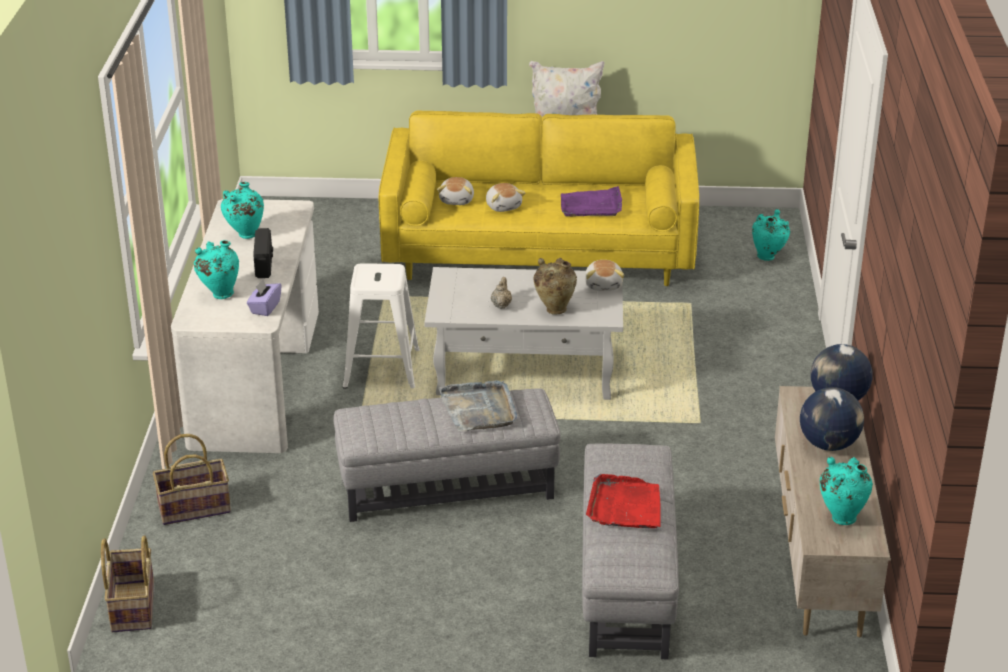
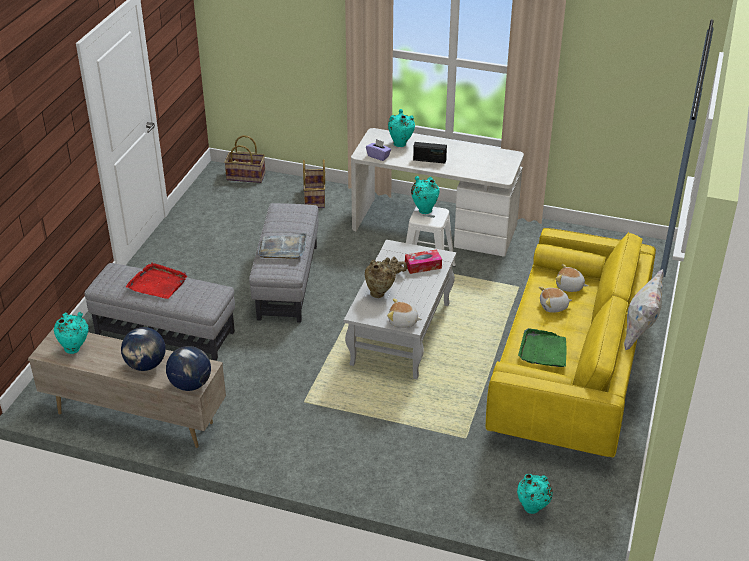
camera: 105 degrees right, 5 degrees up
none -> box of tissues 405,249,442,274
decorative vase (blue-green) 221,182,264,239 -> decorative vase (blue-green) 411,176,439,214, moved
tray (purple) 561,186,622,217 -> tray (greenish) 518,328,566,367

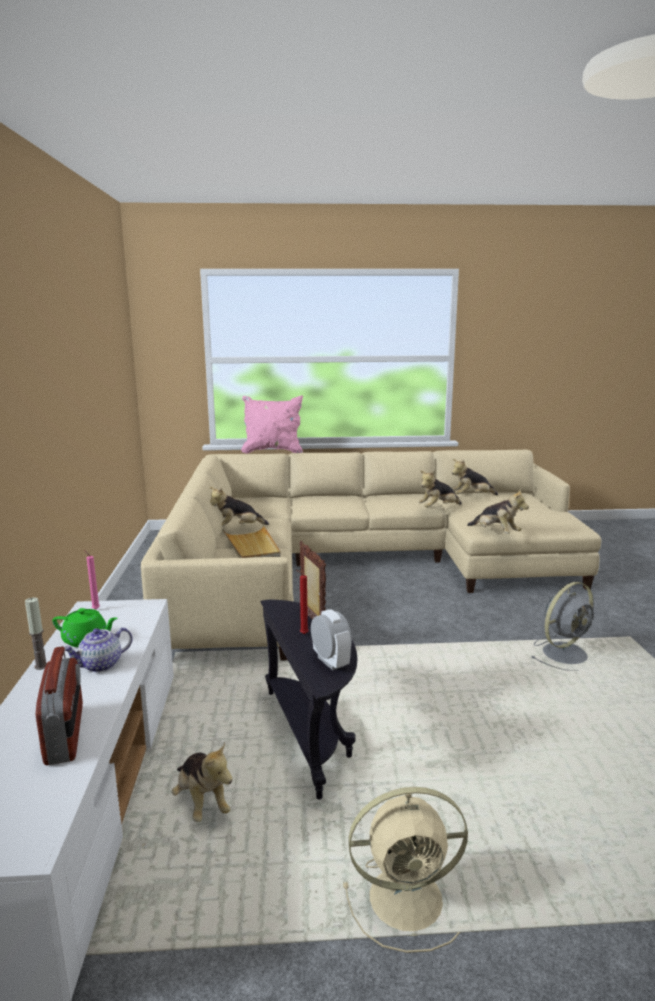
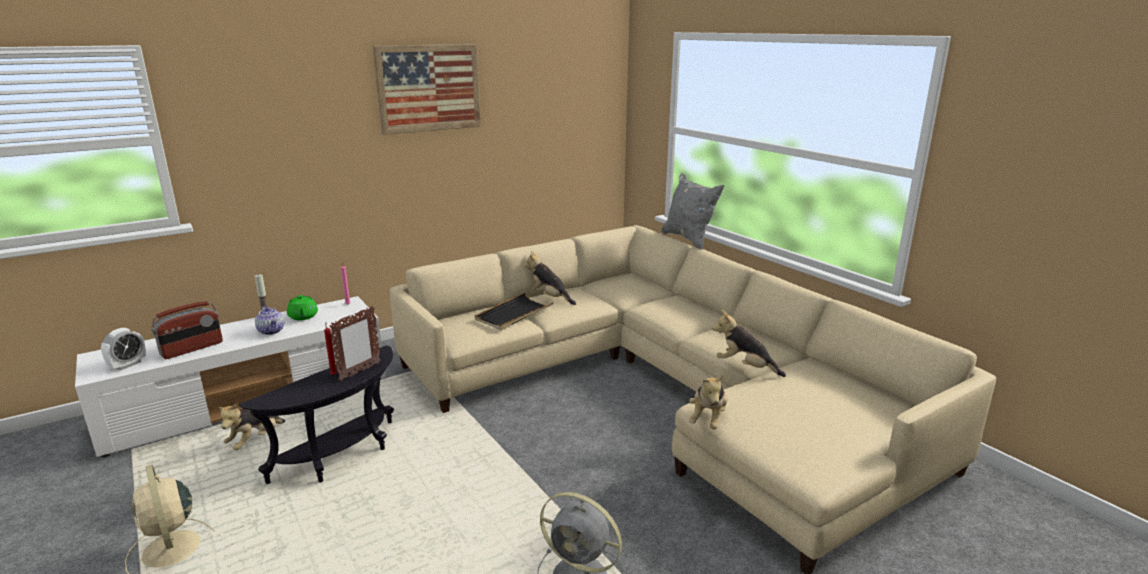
camera: 60 degrees right, 5 degrees up
cuddly toy 451,459,498,495 -> none
none -> wall art 373,44,481,135
table clock 311,609,352,670 -> table clock 101,328,146,370, moved
tray (sand-coloured) 223,525,281,558 -> tray (blackish) 475,293,554,330
pillow (pink) 241,395,303,454 -> pillow (grey) 661,173,724,250
tea pot 64,628,133,672 -> tea pot 255,306,284,335, 150 degrees counterclockwise

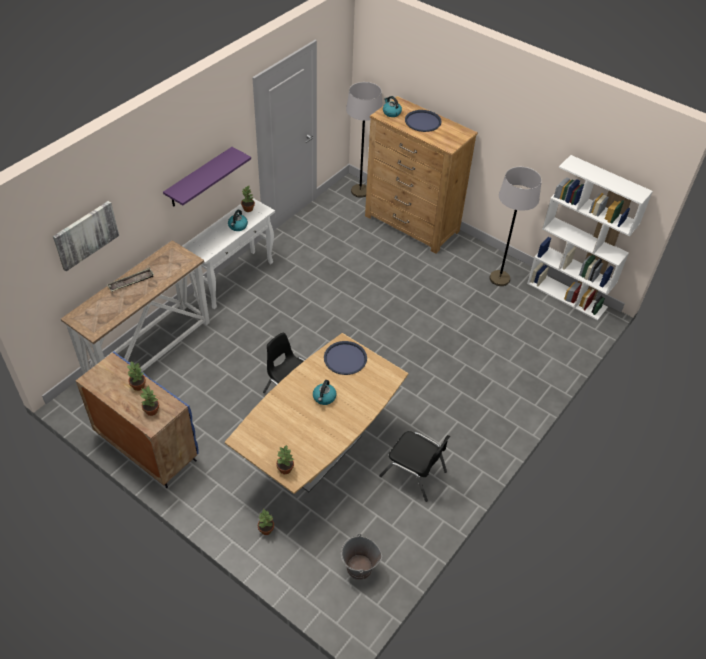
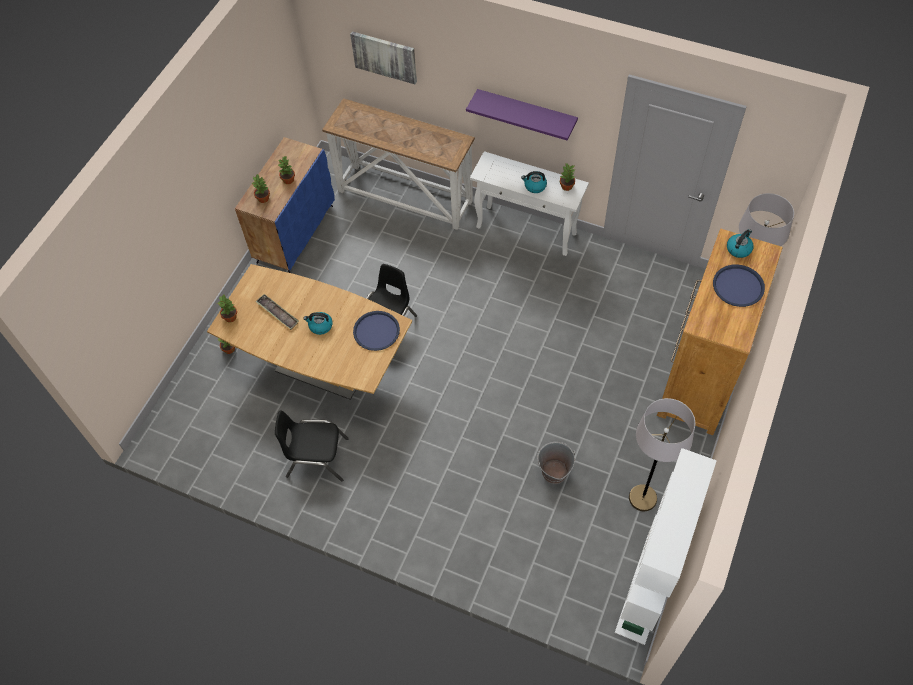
camera: 80 degrees right, 10 degrees up
tray 107,268,154,292 -> tray 255,294,299,330, moved
water bucket (grey) 341,534,382,580 -> water bucket (grey) 537,442,575,484, moved
chair (blackish) 379,431,450,502 -> chair (blackish) 275,411,349,481, 75 degrees clockwise

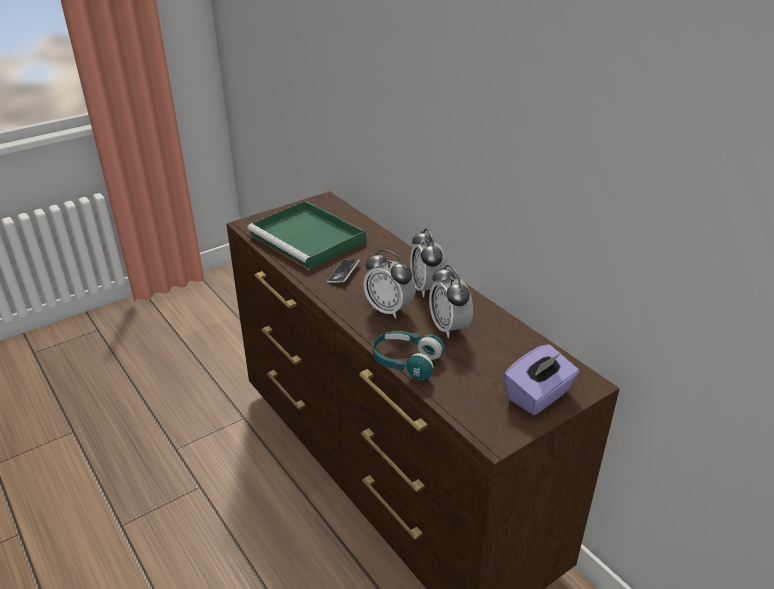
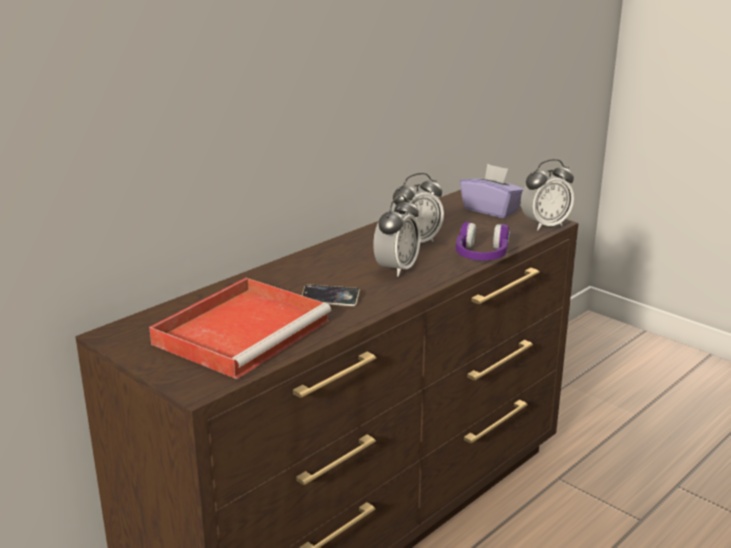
camera: 100 degrees left, 10 degrees down
table clock 410,229,446,297 -> table clock 521,159,574,230, moved
tray (greenish) 247,201,366,270 -> tray (red) 149,278,331,379
headset (blue-green) 373,331,445,380 -> headset (purple) 456,222,510,261

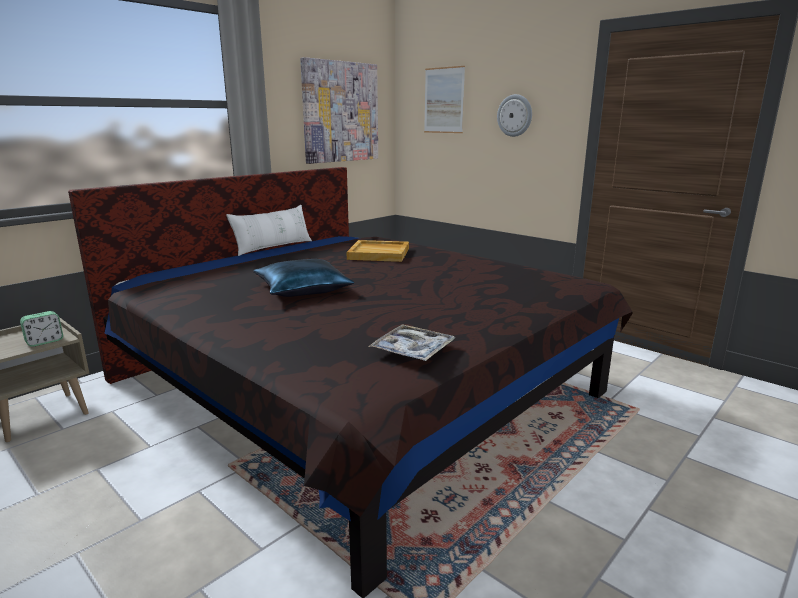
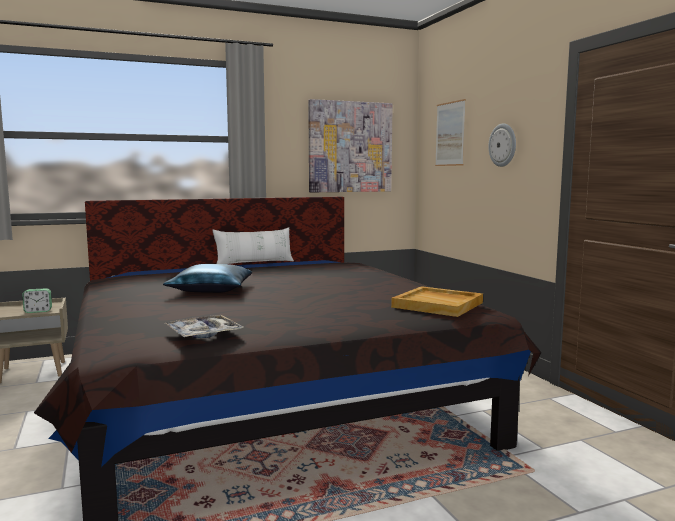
camera: 25 degrees right, 10 degrees down
tray (sand-coloured) 346,240,409,262 -> tray (sand-coloured) 391,286,483,317, moved

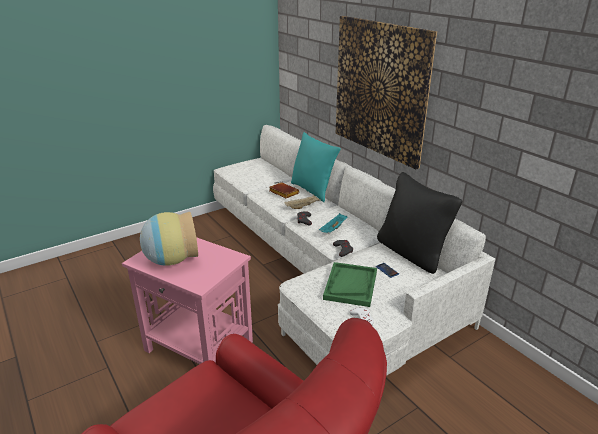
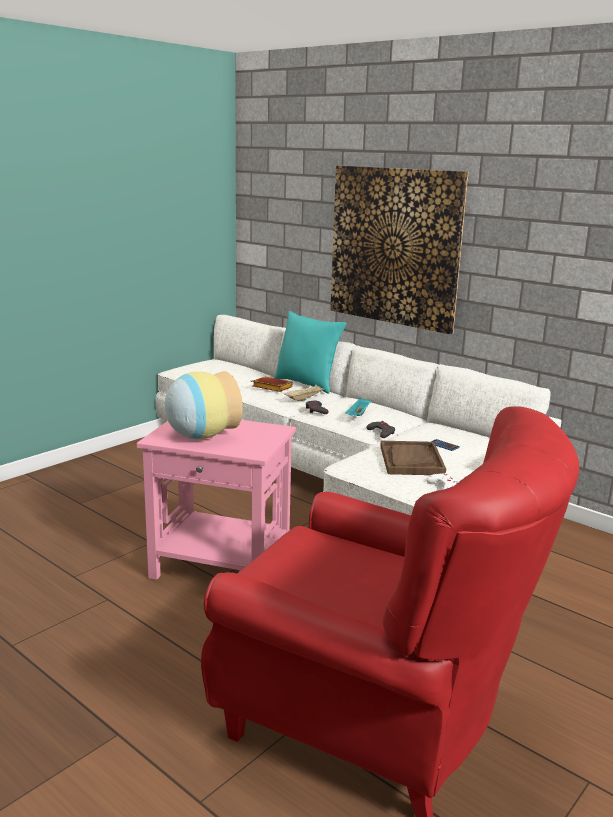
camera: 15 degrees left, 10 degrees down
pillow (blackish) 377,172,462,274 -> none
tray (greenish) 323,262,377,307 -> tray (brown) 380,441,446,475

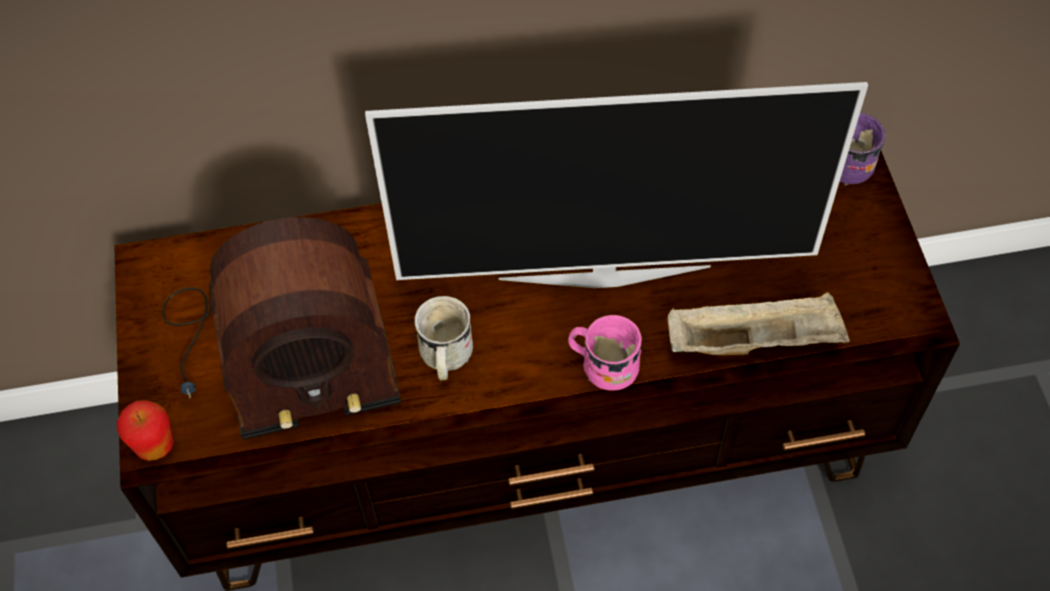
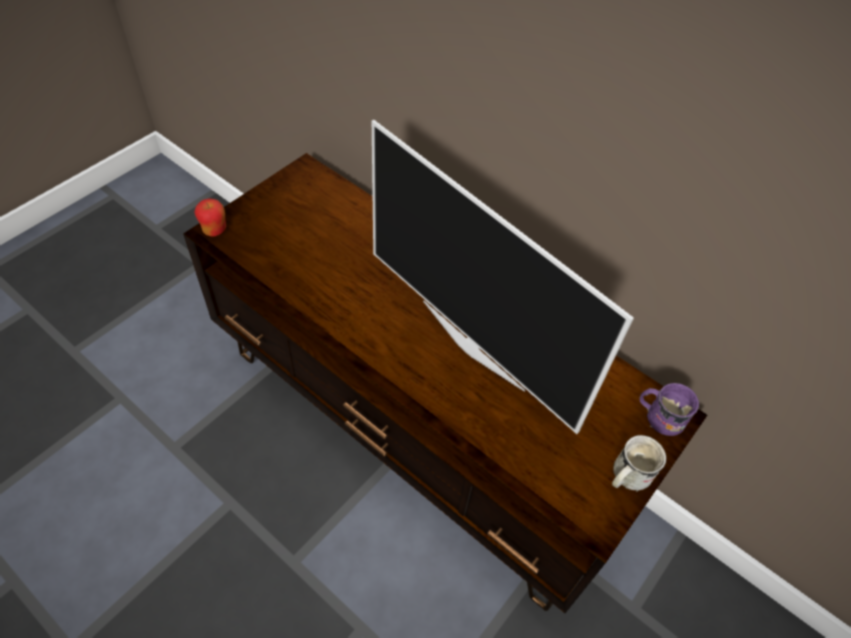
camera: 45 degrees right, 5 degrees down
radio receiver 162,217,401,440 -> none
mug (pink) 568,315,642,391 -> none
tray (sand-coloured) 668,292,850,355 -> none
mug (white) 414,296,473,380 -> mug (white) 612,435,666,492, moved

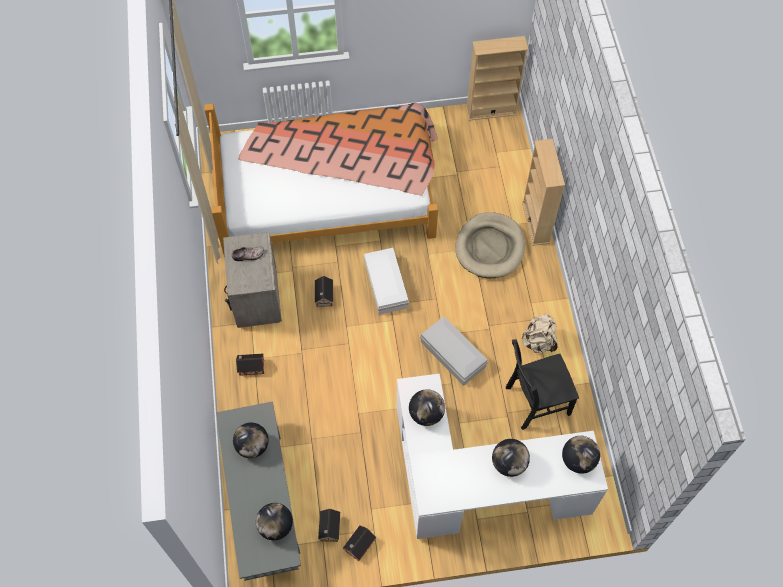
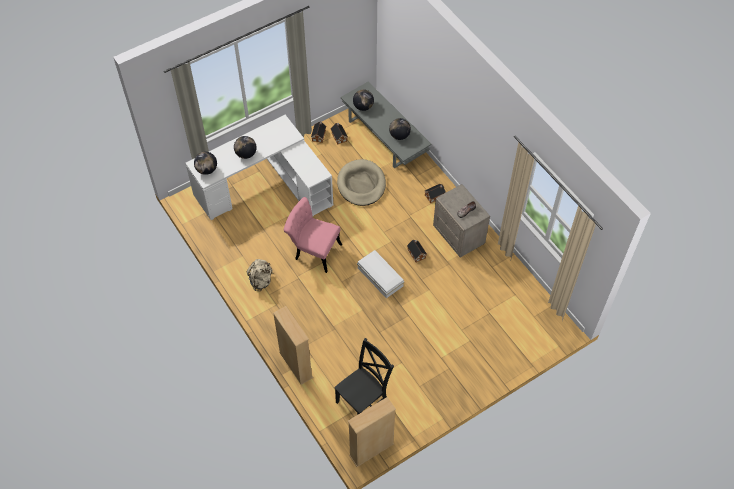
camera: 155 degrees right, 5 degrees down
bedroom bed 204,102,438,257 -> none
globe 409,389,445,426 -> none
pet bed (sand-coloured) 455,212,525,278 -> pet bed (sand-coloured) 337,159,386,206, moved
chair (blackish) 506,340,579,430 -> chair (blackish) 334,338,394,415, moved
storage box (white) 420,316,488,386 -> chair (pink) 284,197,342,273

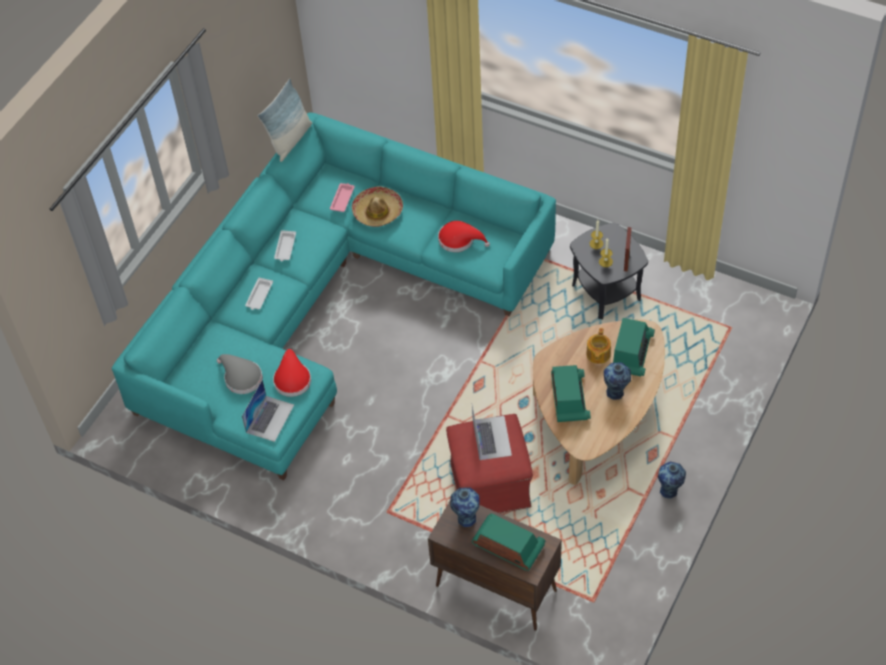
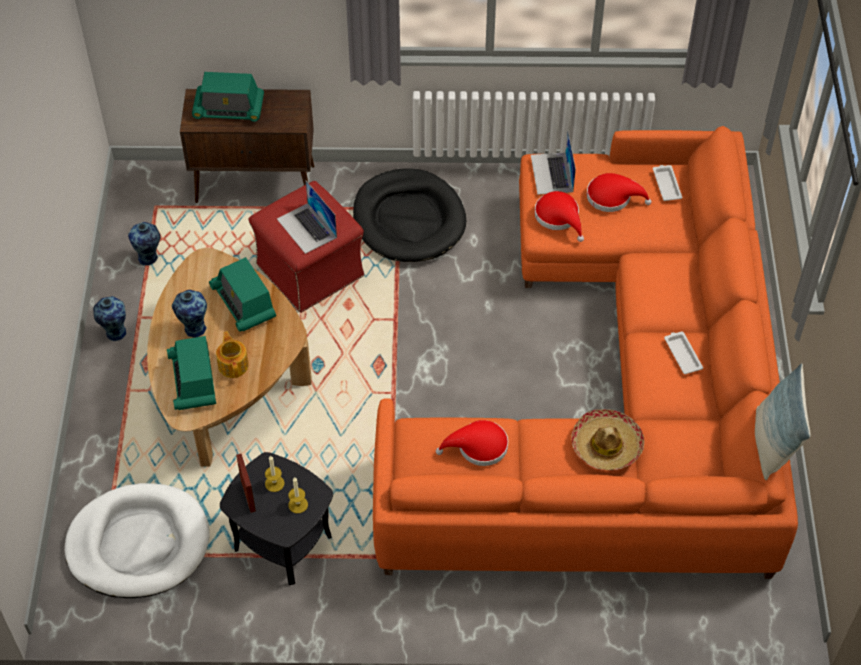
camera: 150 degrees right, 0 degrees up
tray (pink) 330,183,355,212 -> none
none -> pet bed (white) 65,483,210,598
none -> pet bed (blackish) 353,168,466,262
tray (white) 245,278,273,310 -> tray (white) 653,165,682,201, moved
decorative vase 450,488,480,527 -> decorative vase 128,222,161,266, moved
couch (blue-green) 112,112,556,480 -> couch (orange) 373,126,798,579
wearable hat (grey) 217,354,263,394 -> wearable hat (red) 587,173,652,212

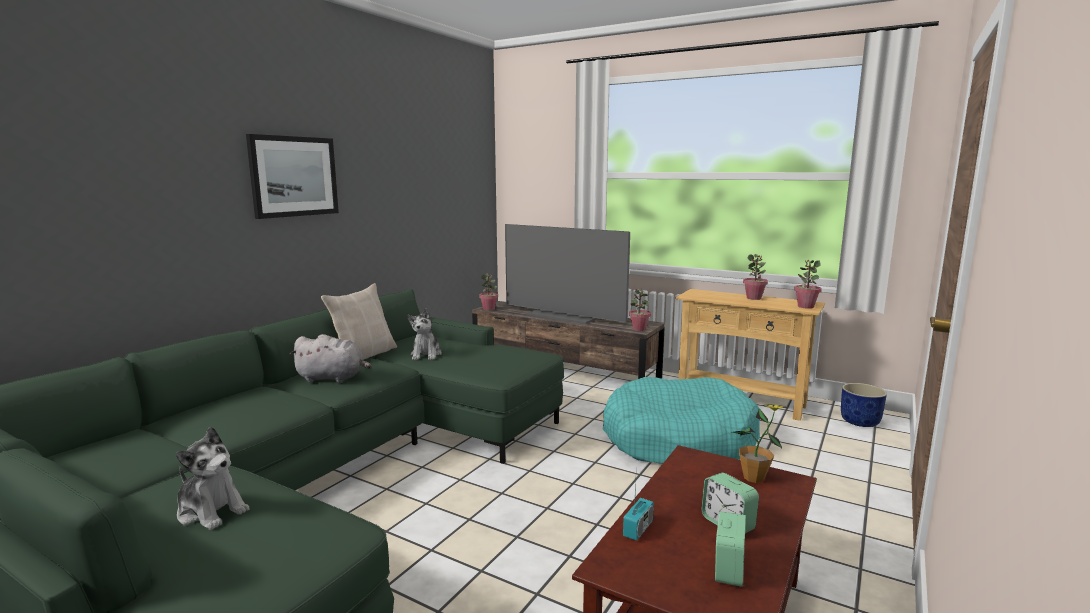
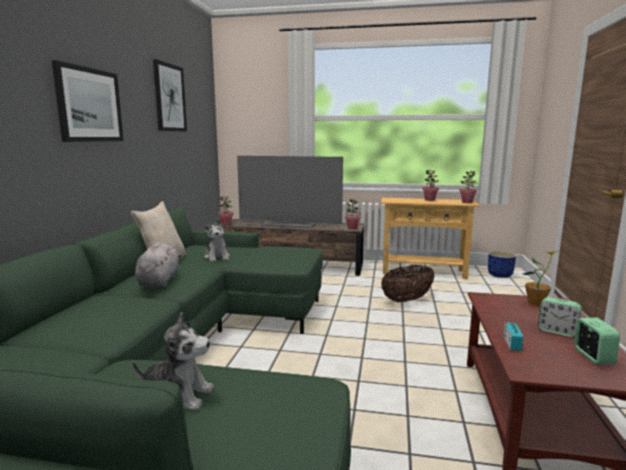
camera: 20 degrees left, 0 degrees up
none -> wall art 153,59,187,131
pet bed (blue-green) 603,377,760,464 -> storage basket 381,265,435,302
cuddly toy (grey) 290,334,372,383 -> cuddly toy (grey) 135,243,182,287, 75 degrees counterclockwise

